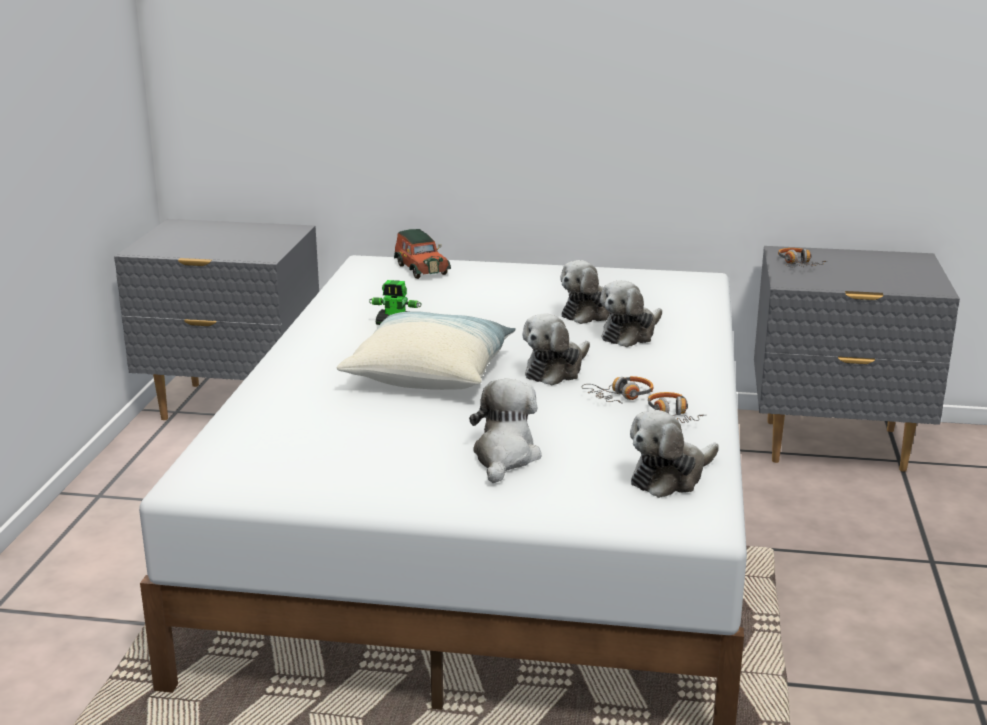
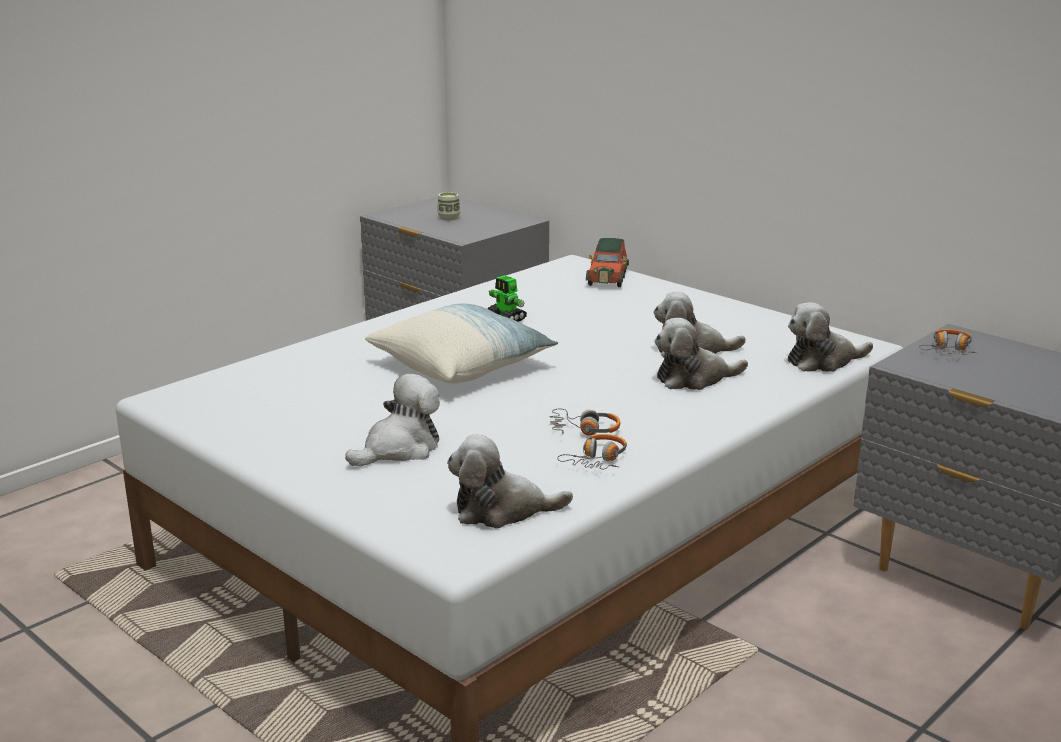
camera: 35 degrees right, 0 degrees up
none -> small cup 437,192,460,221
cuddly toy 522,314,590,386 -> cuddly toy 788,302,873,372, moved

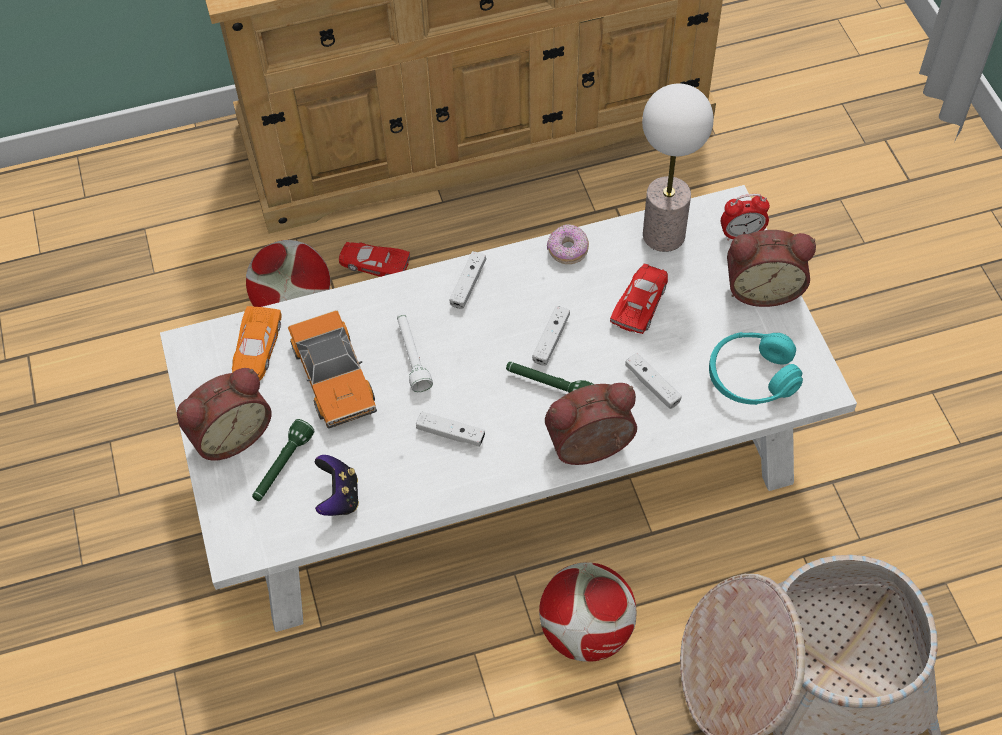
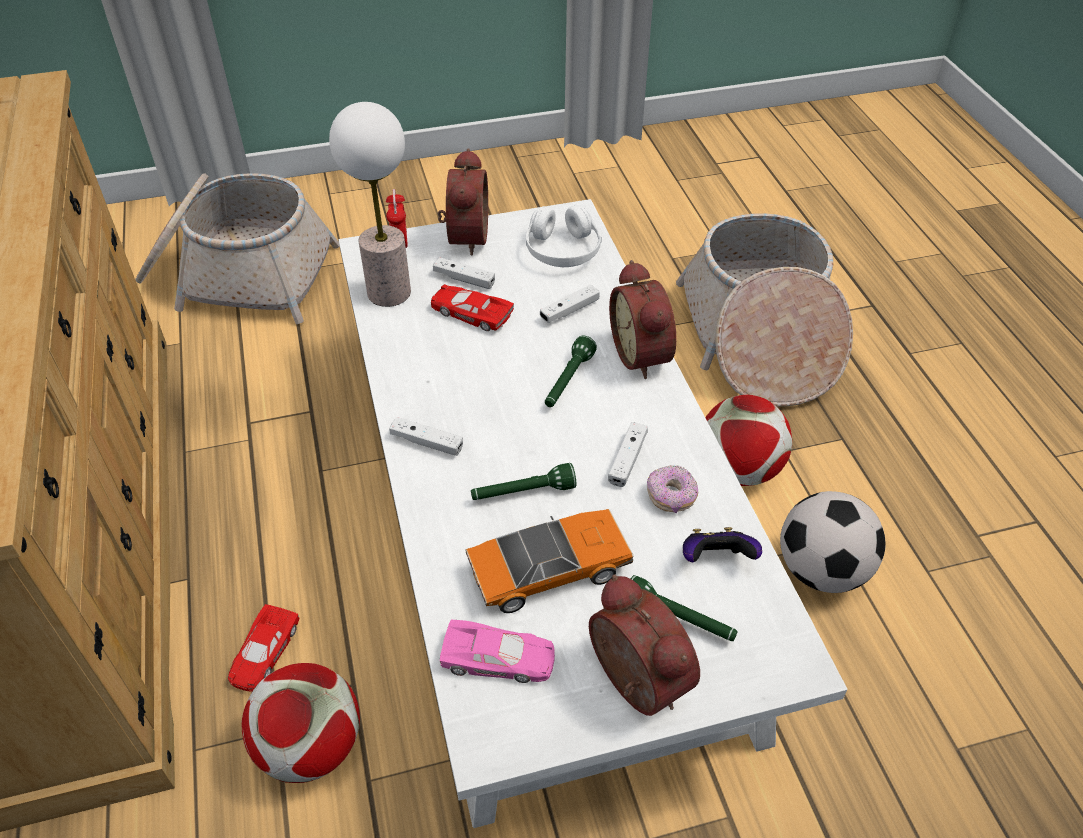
camera: 90 degrees left, 10 degrees down
none -> storage basket 136,173,340,324
none -> football ball 780,491,885,593
game controller (white) 532,306,570,366 -> game controller (white) 433,257,495,289, moved
doughnut 547,224,589,264 -> doughnut 647,465,698,513, moved
model car (orange) 232,306,282,380 -> model car (pink) 440,619,555,683
torch (white) 397,313,433,392 -> torch (greenish) 471,463,576,500
headset (blue-green) 709,332,803,405 -> headset (white) 526,205,602,267

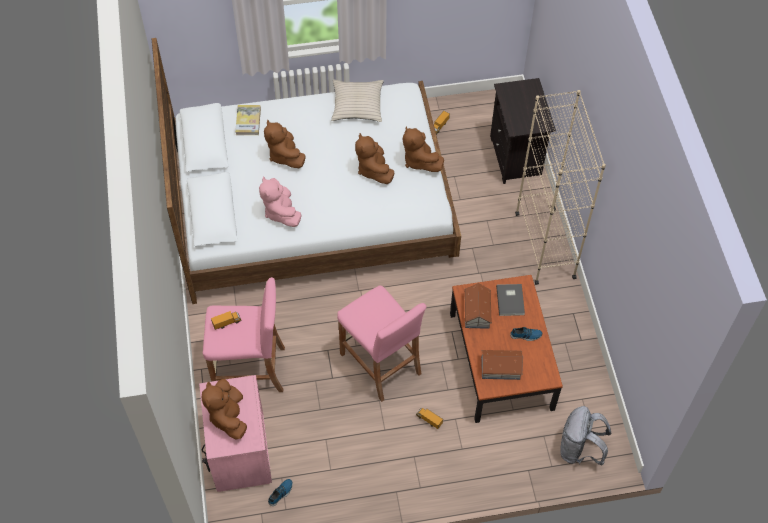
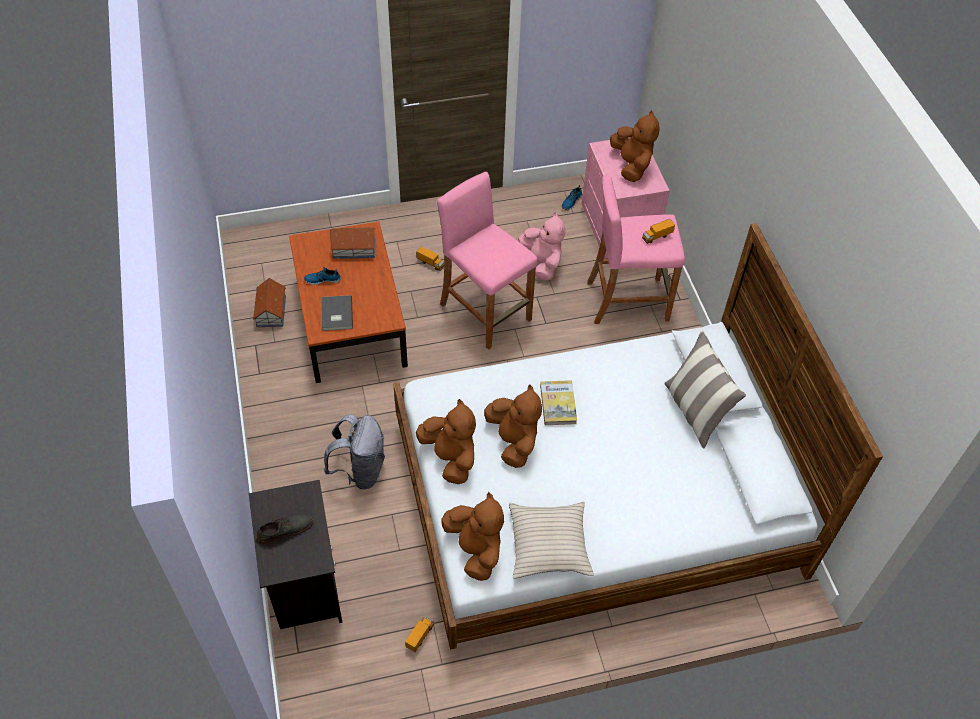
camera: 175 degrees right, 5 degrees down
bookshelf (sand-coloured) 515,90,606,285 -> none
none -> item of footwear (grey) 257,515,313,545
none -> pillow 664,330,746,449
volume 235,105,261,135 -> volume 540,380,577,425, moved
cuddly toy (pink) 259,176,302,227 -> cuddly toy (pink) 518,212,565,281, moved
cuddly toy (brown) 264,120,306,168 -> cuddly toy (brown) 441,492,504,581, moved
model house 464,283,492,329 -> model house 253,278,286,327, moved
knapsack (grey) 560,406,611,466 -> knapsack (grey) 324,415,385,489, moved

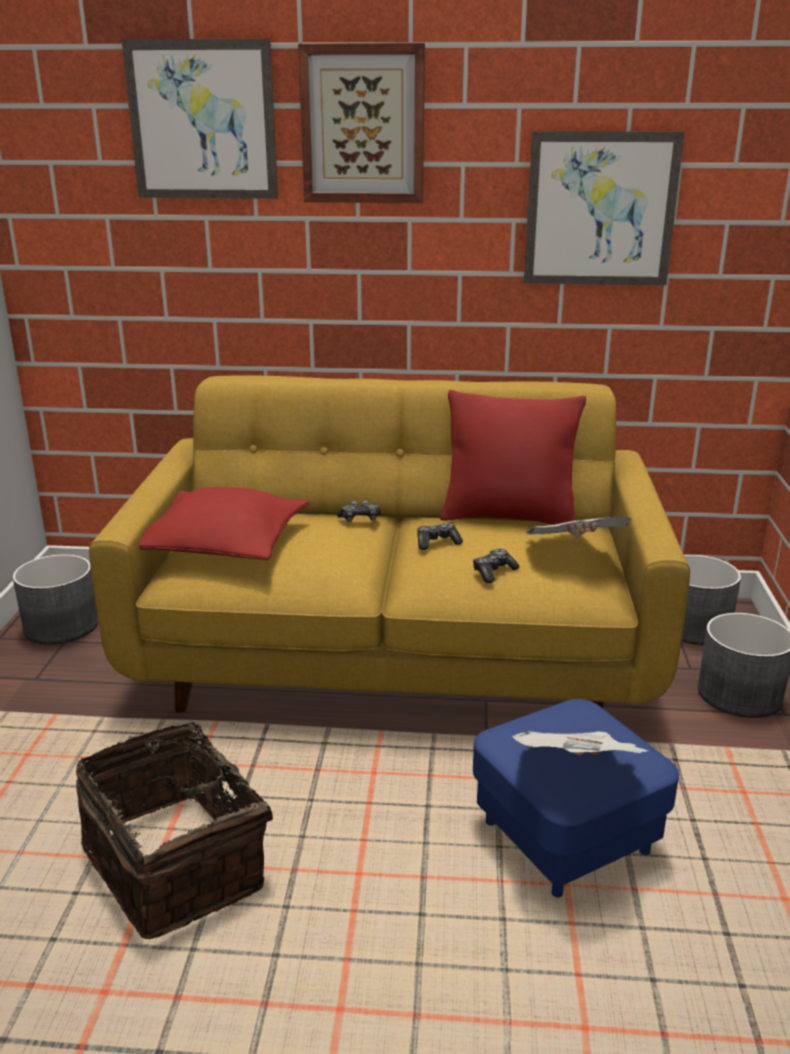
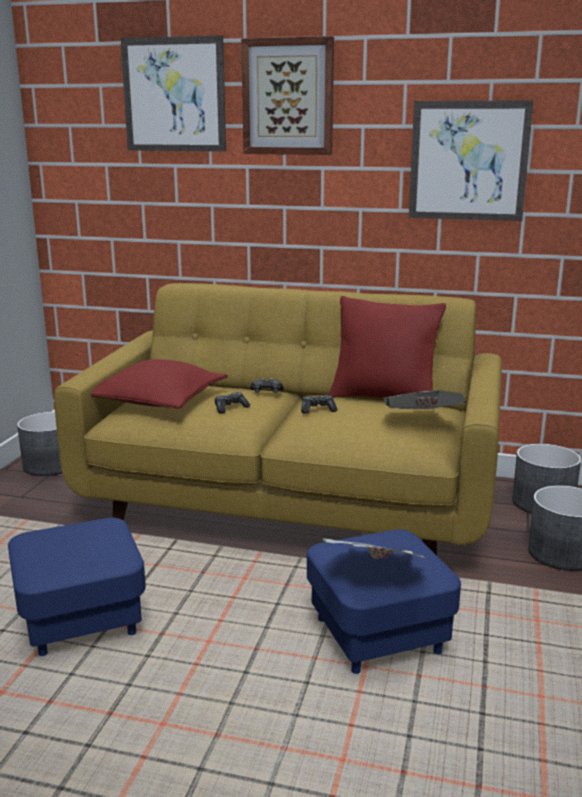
camera: 10 degrees right, 5 degrees down
game controller 473,549,520,583 -> game controller 215,392,250,413, moved
storage basket 76,722,273,939 -> pouffe (blue-coloured) 8,518,146,656

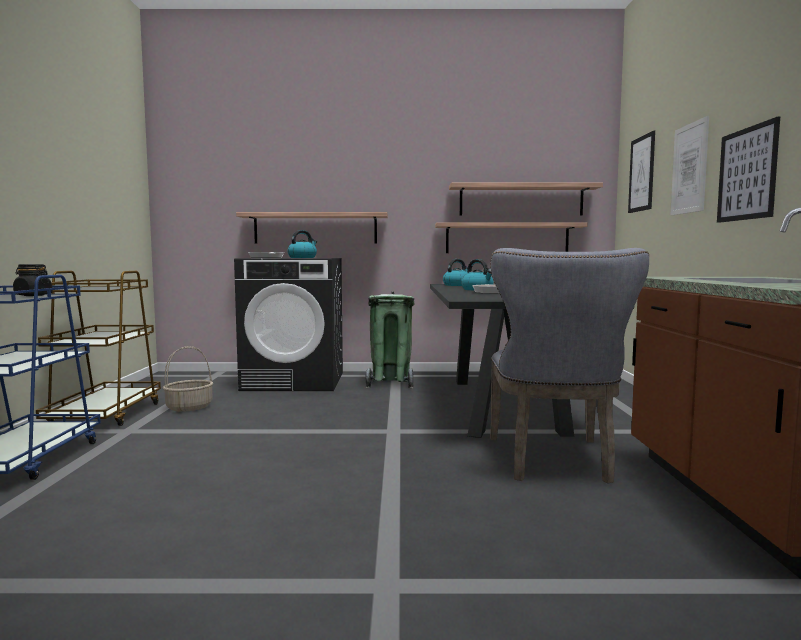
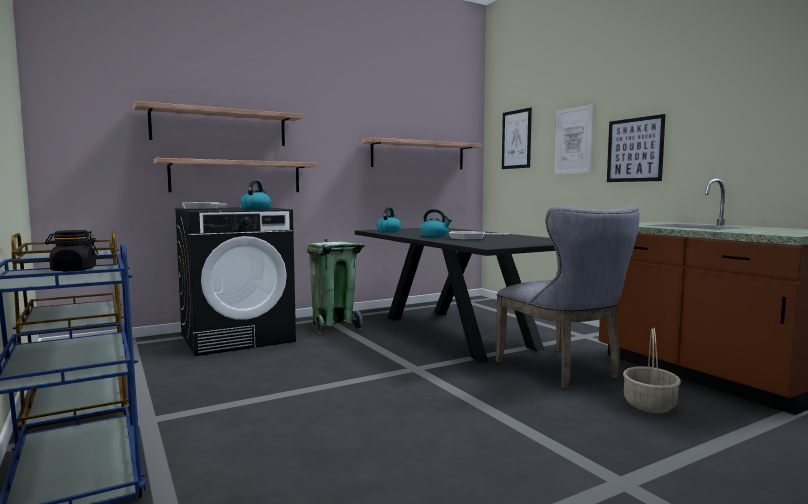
camera: 30 degrees left, 0 degrees up
storage basket 163,346,214,412 -> storage basket 623,327,681,413, moved
bracket shelf 435,222,588,253 -> bracket shelf 134,101,302,146, moved

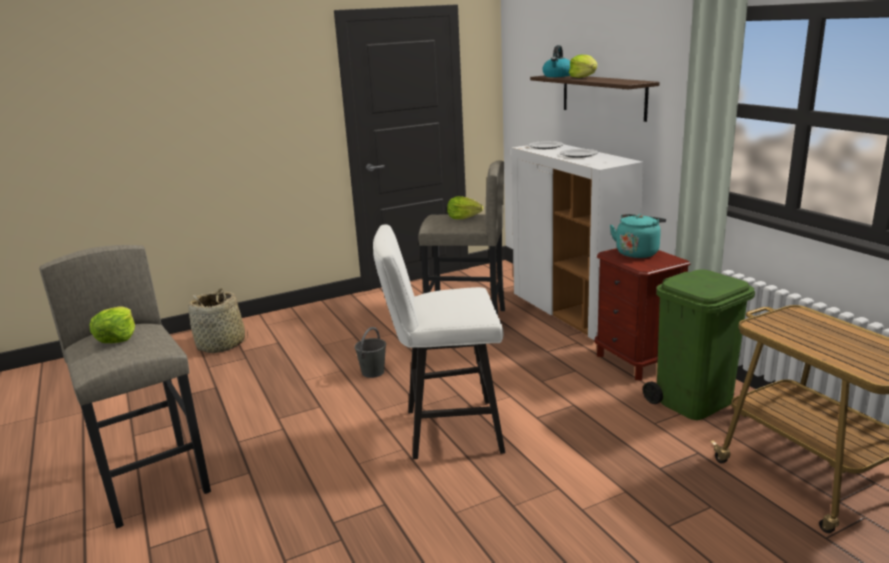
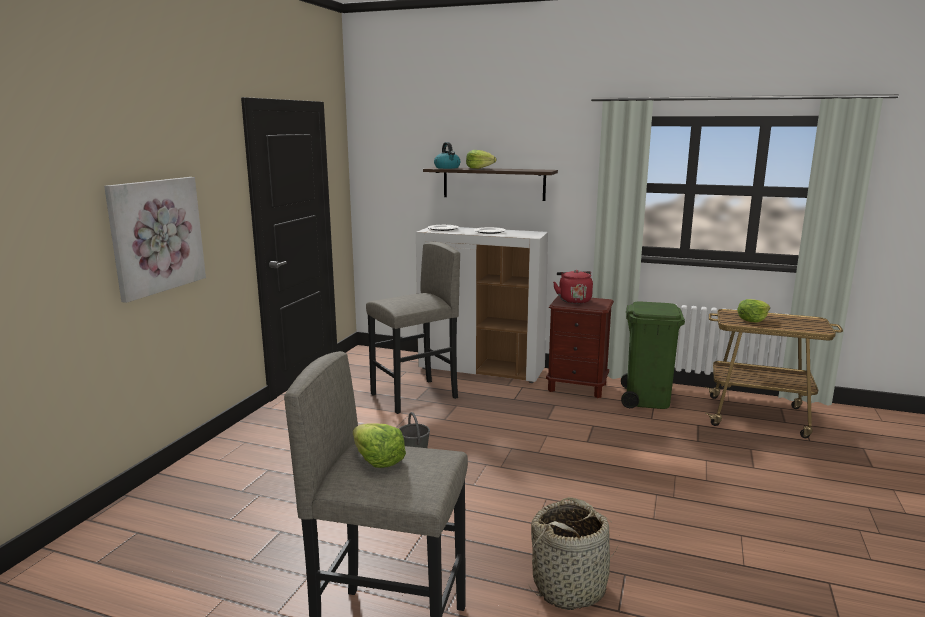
camera: 45 degrees left, 5 degrees down
sitting stool (white) 373,225,505,459 -> none
none -> wall art 104,177,206,303
storage basket 188,288,248,353 -> storage basket 528,497,619,610, moved
lettuce 447,196,483,219 -> lettuce 737,299,770,322, moved
kettle (blue-green) 610,214,666,258 -> kettle (red) 553,270,593,304

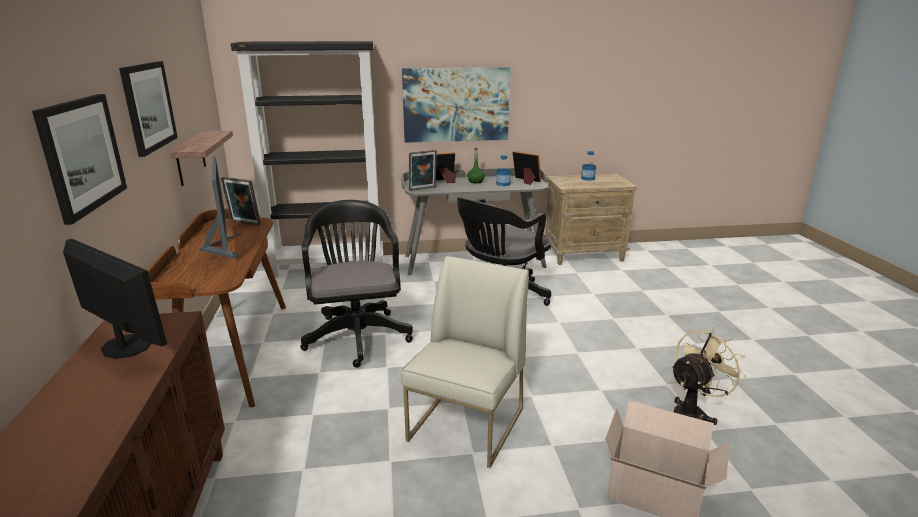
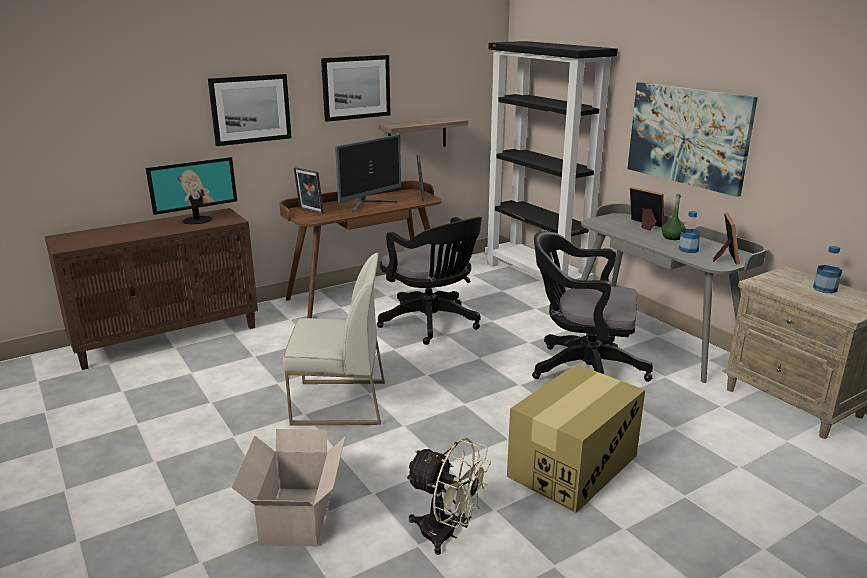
camera: 65 degrees right, 0 degrees up
none -> cardboard box 507,364,645,513
photo frame 409,150,437,191 -> photo frame 293,167,324,214, moved
monitor 63,239,167,359 -> monitor 145,157,237,225, 45 degrees clockwise
computer chair (blackish) 300,200,413,368 -> computer chair (blackish) 377,217,482,345, 90 degrees clockwise

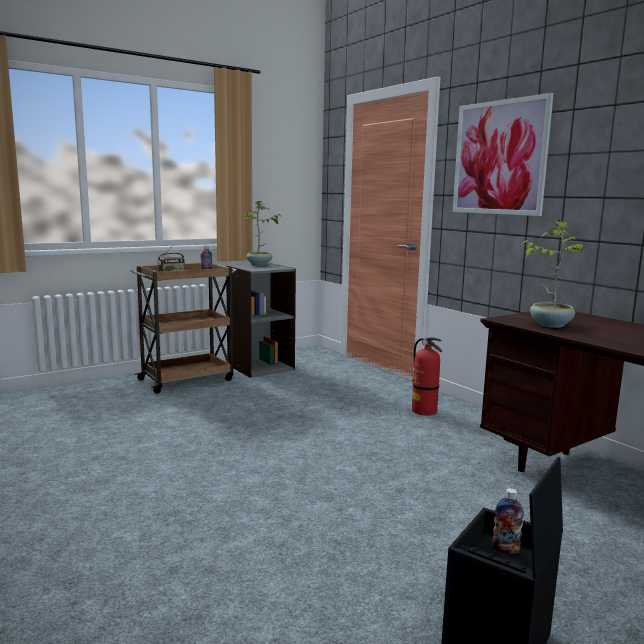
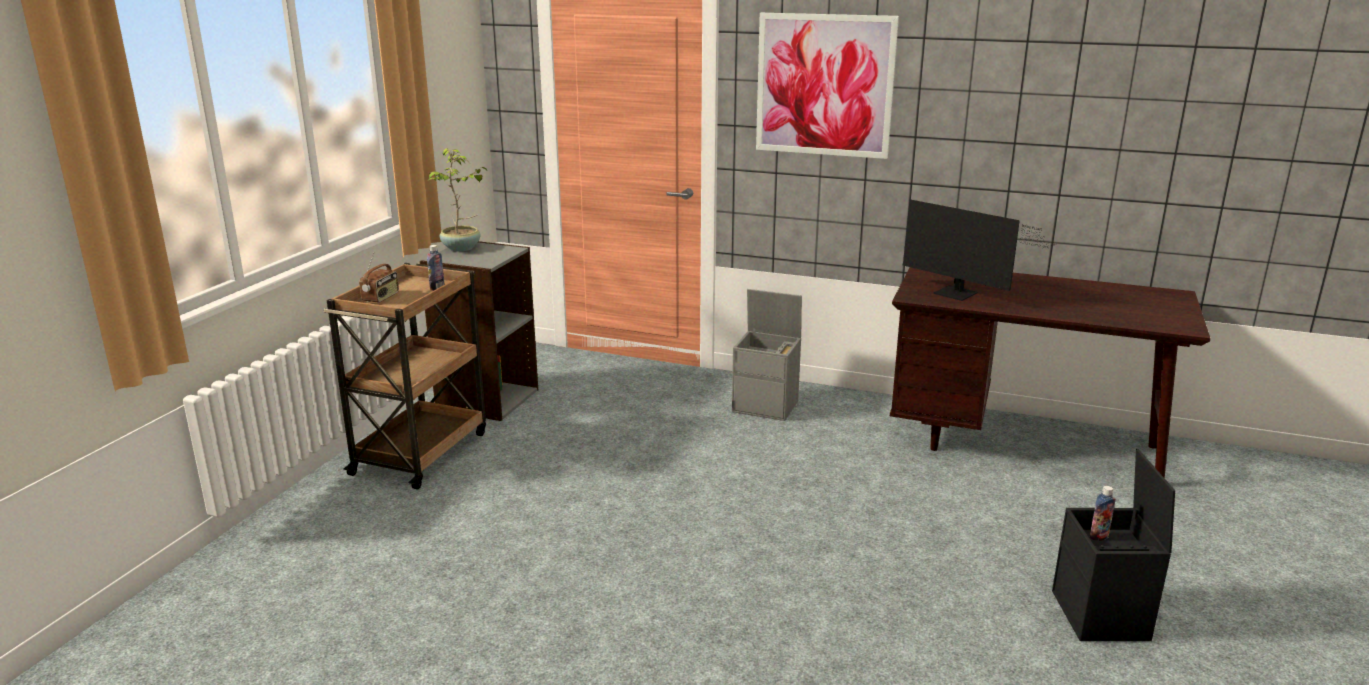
camera: 35 degrees left, 10 degrees up
extinguisher 412,337,442,416 -> storage box (grey) 732,289,802,421
potted plant 522,220,585,328 -> monitor 903,199,1057,301

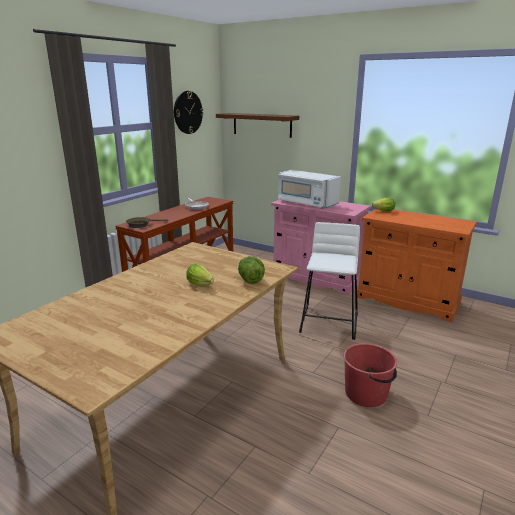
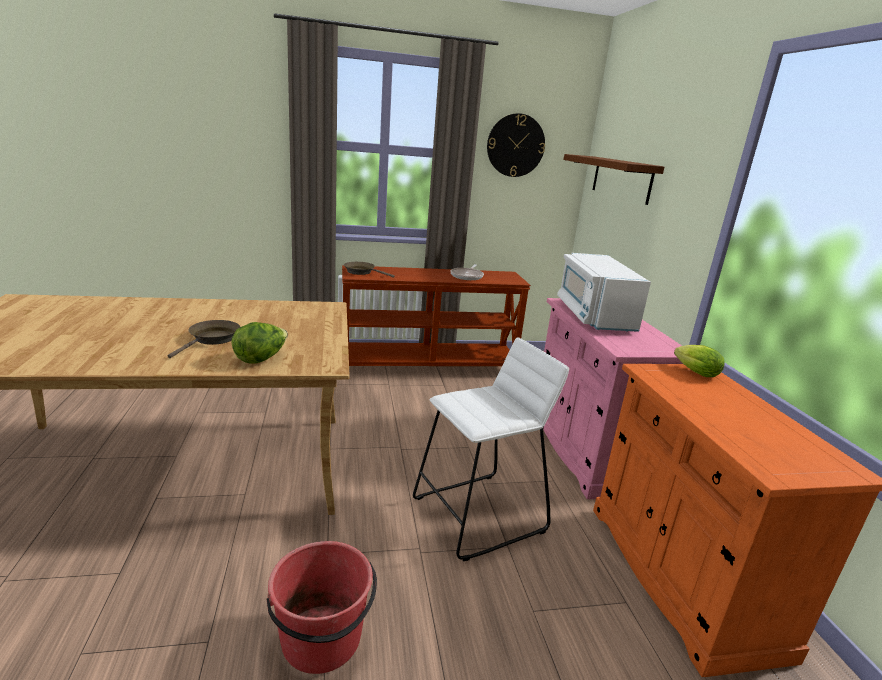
camera: 45 degrees right, 0 degrees up
lettuce 186,264,214,286 -> frying pan (brown) 167,320,240,358

